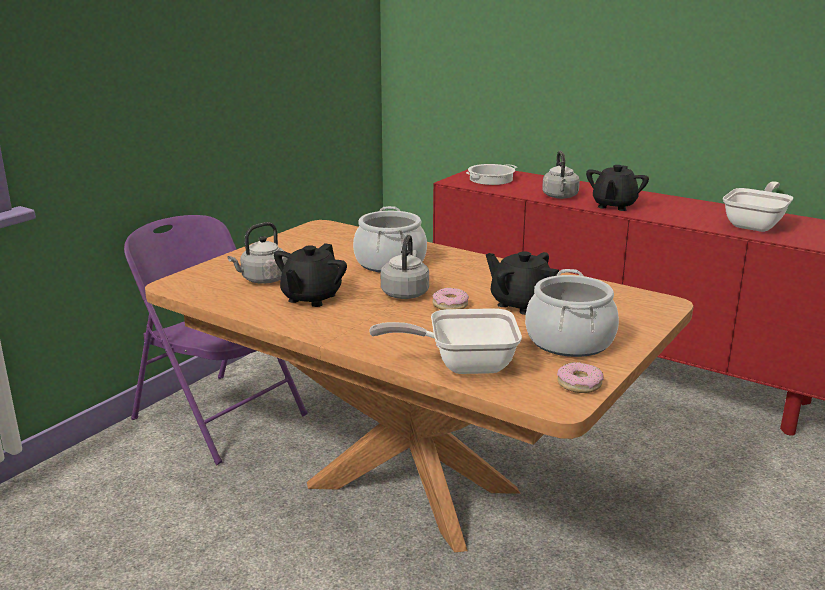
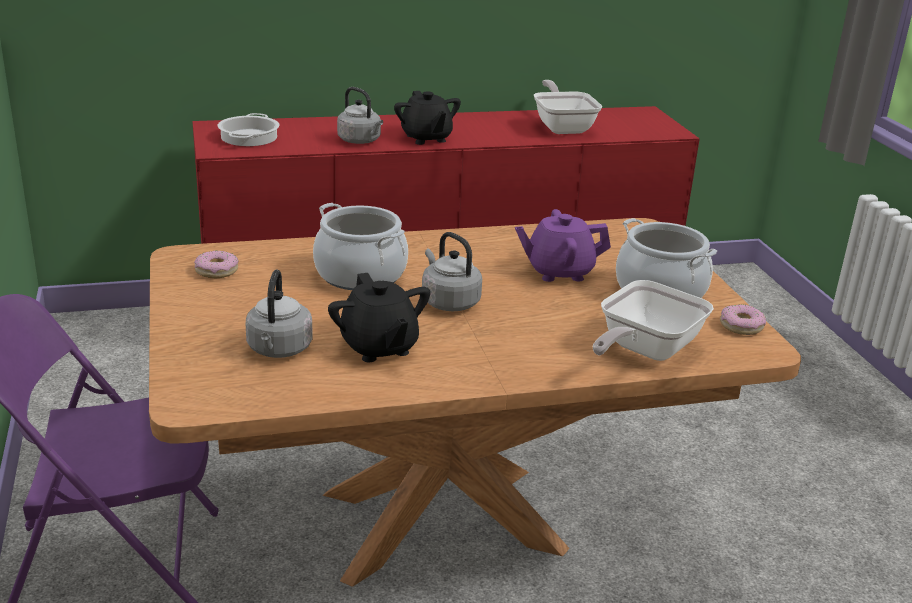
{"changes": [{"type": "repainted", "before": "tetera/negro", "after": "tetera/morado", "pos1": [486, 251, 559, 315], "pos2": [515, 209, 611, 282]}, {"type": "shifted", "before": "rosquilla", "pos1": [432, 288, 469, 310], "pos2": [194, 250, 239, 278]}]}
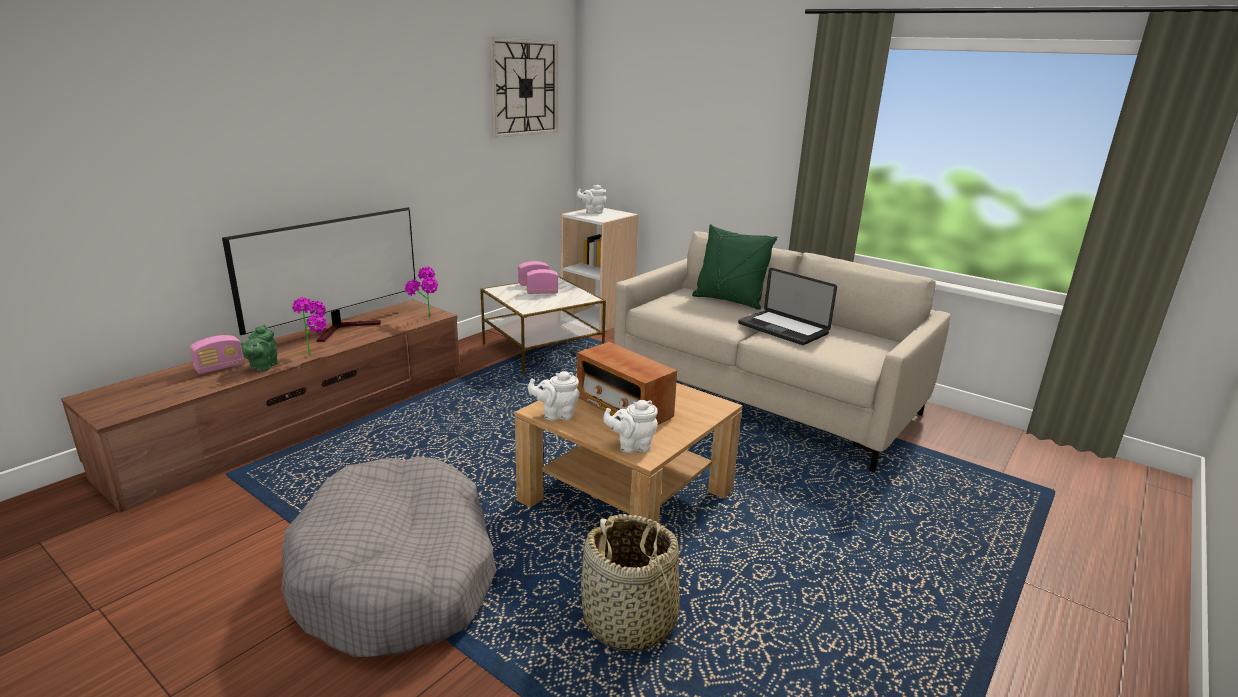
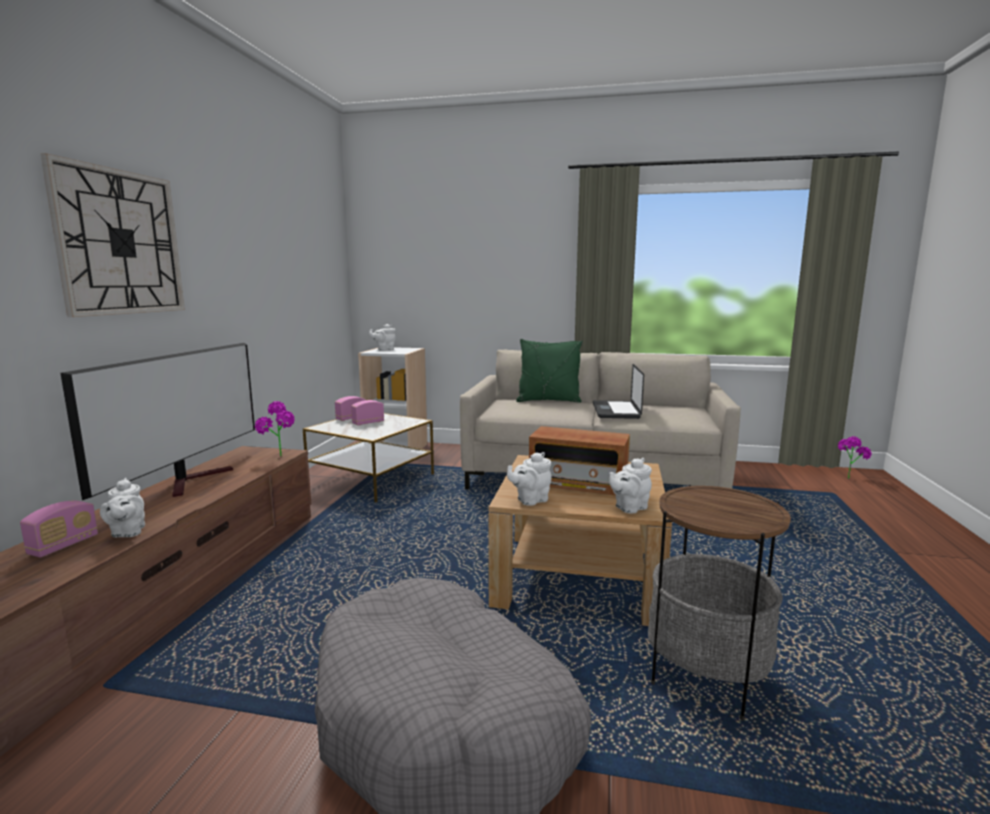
{"changes": [{"type": "shifted", "before": "reloj de pared", "pos1": [490, 37, 558, 138], "pos2": [41, 153, 185, 317]}, {"type": "rotated", "before": "portátil", "pos1": [738, 268, 837, 345], "pos2": [593, 364, 644, 419], "turn": 75}, {"type": "shifted", "before": "planta en maceta", "pos1": [292, 297, 327, 355], "pos2": [838, 436, 872, 479]}, {"type": "repainted", "before": "tetera/verde", "after": "tetera/blanco", "pos1": [240, 324, 278, 371], "pos2": [100, 478, 145, 537]}, {"type": "swapped", "before": "cesta", "after": "mesa auxiliar", "pos1": [581, 514, 680, 651], "pos2": [648, 485, 791, 721]}]}
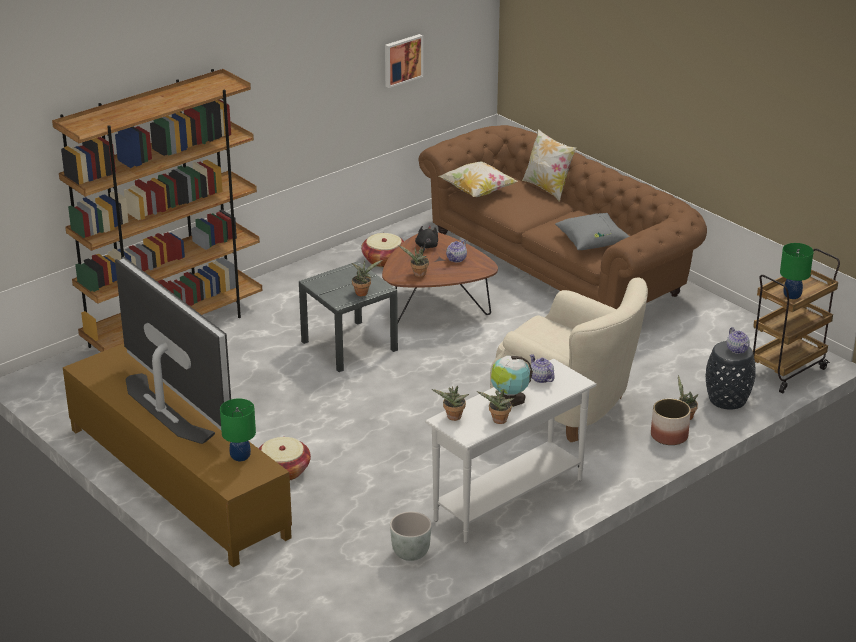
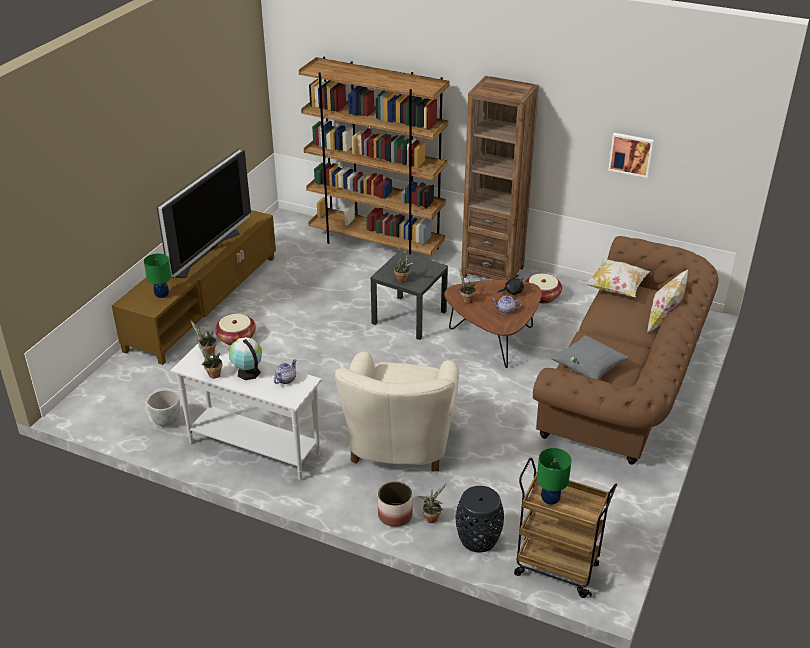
{"changes": [{"type": "gone", "before": "tetera", "pos1": [727, 327, 750, 354]}, {"type": "new", "after": "estantería/marrón", "pos2": [461, 76, 539, 280]}]}
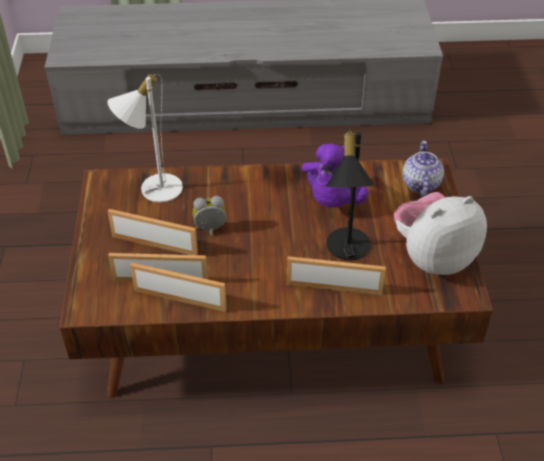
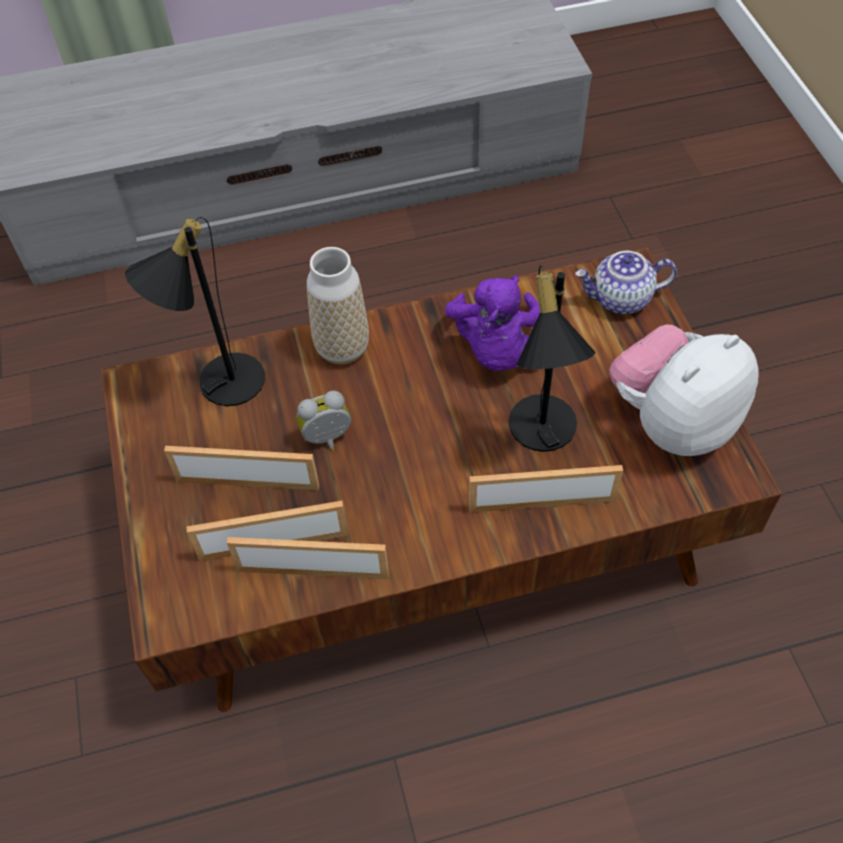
{"changes": [{"type": "repainted", "before": "lámpara de mesa/blanco", "after": "lámpara de mesa/negro", "pos1": [107, 74, 183, 202], "pos2": [125, 217, 265, 406]}, {"type": "rotated", "before": "tetera", "pos1": [402, 141, 444, 197], "pos2": [575, 251, 677, 314], "turn": -90}, {"type": "new", "after": "florero", "pos2": [307, 247, 369, 364]}]}
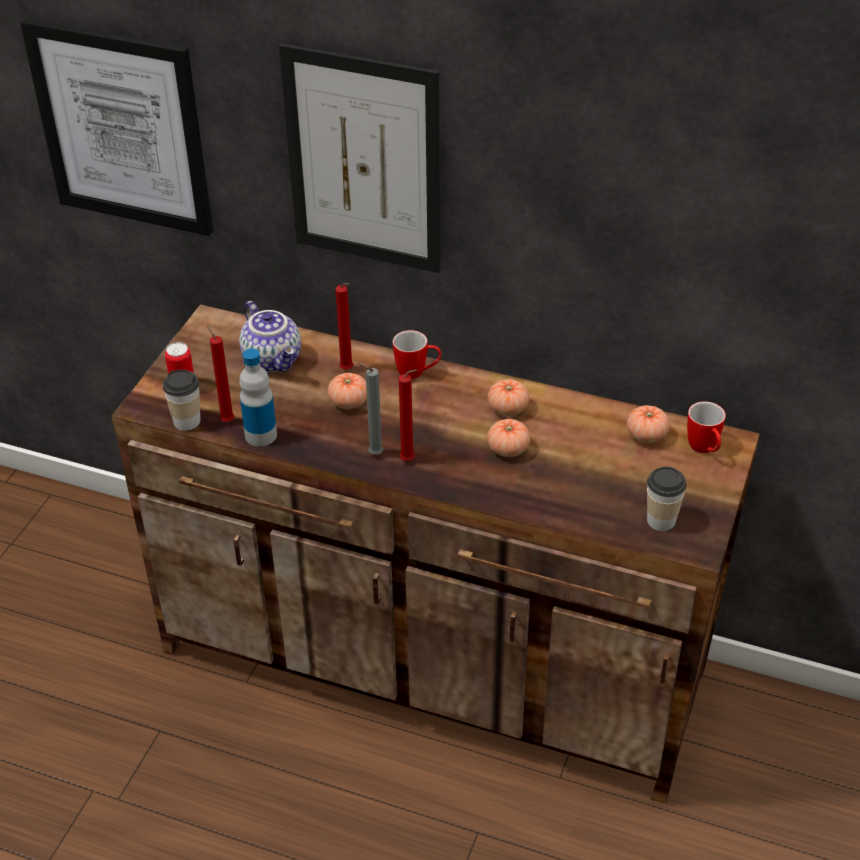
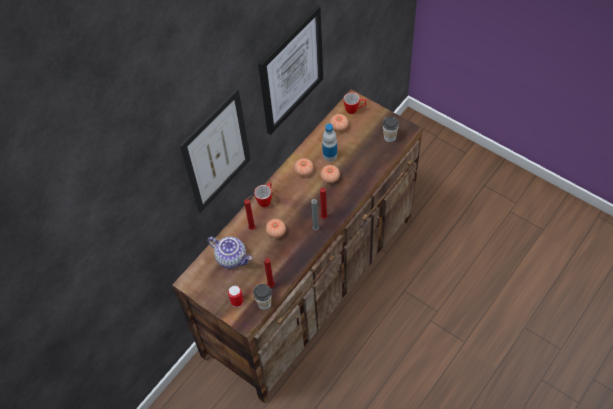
{"changes": [{"type": "shifted", "before": "cuadro", "pos1": [20, 18, 213, 236], "pos2": [258, 5, 323, 135]}, {"type": "rotated", "before": "tetera", "pos1": [239, 301, 301, 373], "pos2": [207, 237, 252, 269], "turn": 45}, {"type": "shifted", "before": "botella", "pos1": [239, 349, 277, 447], "pos2": [322, 124, 337, 162]}]}
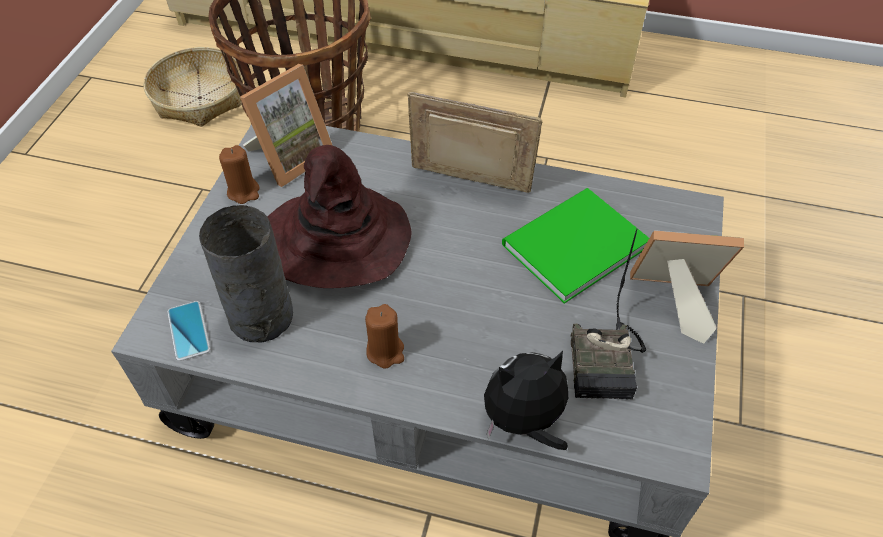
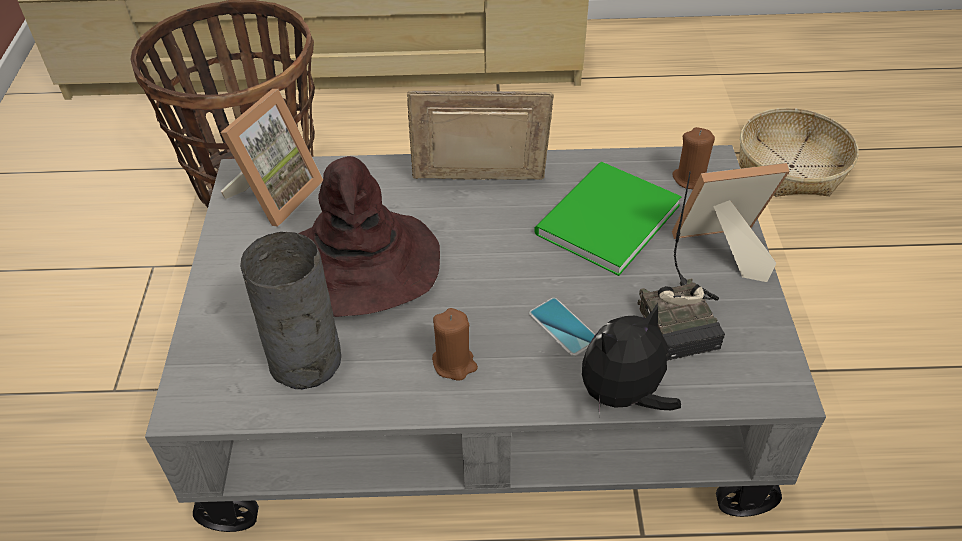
{"changes": [{"type": "shifted", "before": "cesta", "pos1": [143, 47, 243, 127], "pos2": [739, 108, 859, 197]}, {"type": "shifted", "before": "vela/marrón", "pos1": [219, 145, 260, 204], "pos2": [672, 127, 715, 189]}, {"type": "shifted", "before": "móvil", "pos1": [168, 301, 210, 361], "pos2": [529, 298, 596, 356]}]}
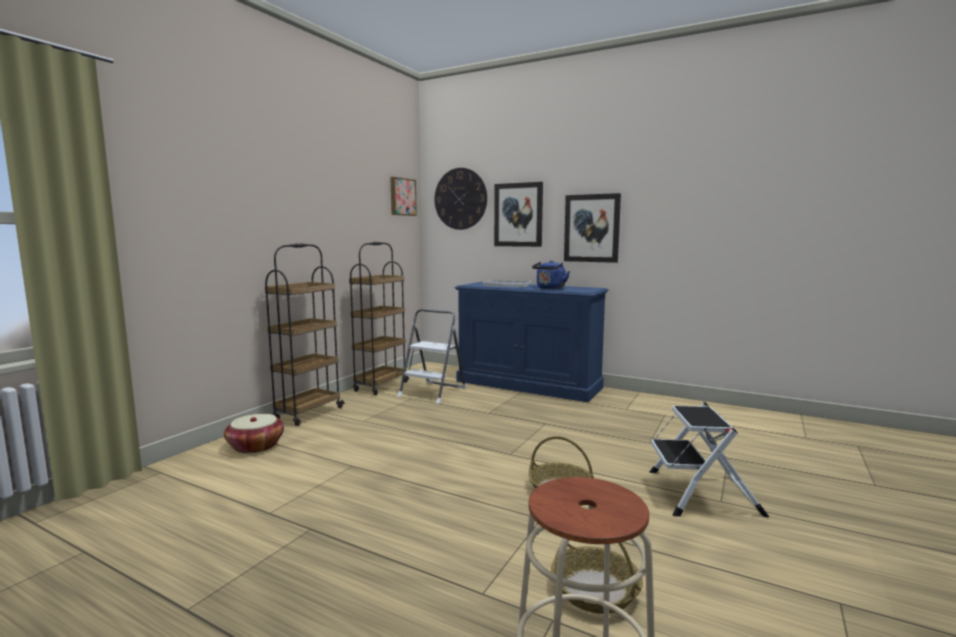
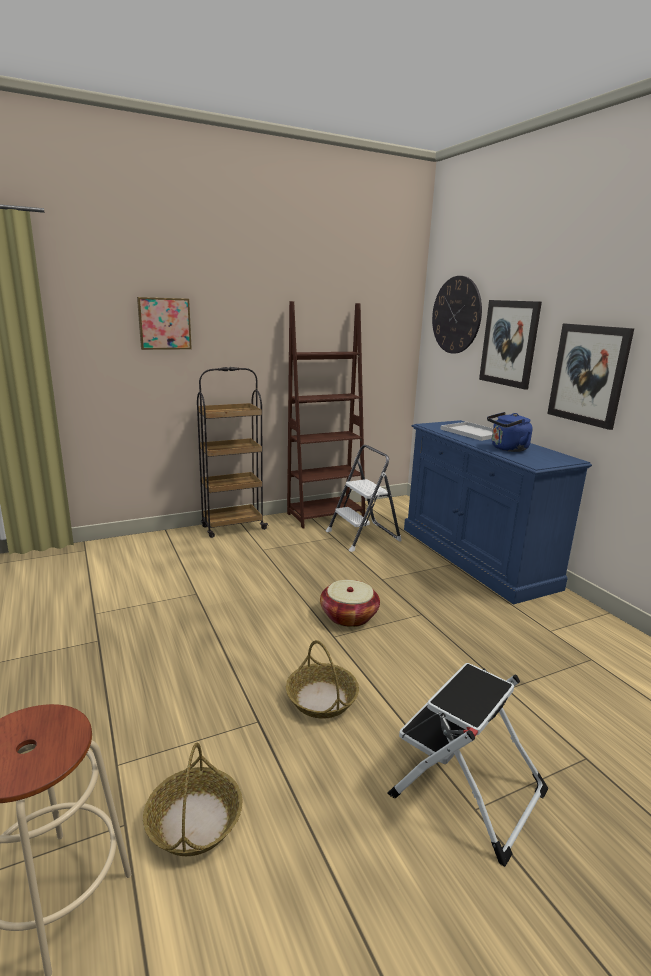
{"changes": [{"type": "shifted", "before": "cuadro", "pos1": [390, 177, 417, 216], "pos2": [137, 297, 192, 350]}, {"type": "swapped", "before": "carrito/marrón", "after": "estantería/marrón", "pos1": [349, 242, 409, 395], "pos2": [287, 301, 365, 528]}, {"type": "shifted", "before": "cesta", "pos1": [224, 414, 284, 454], "pos2": [320, 580, 380, 627]}]}
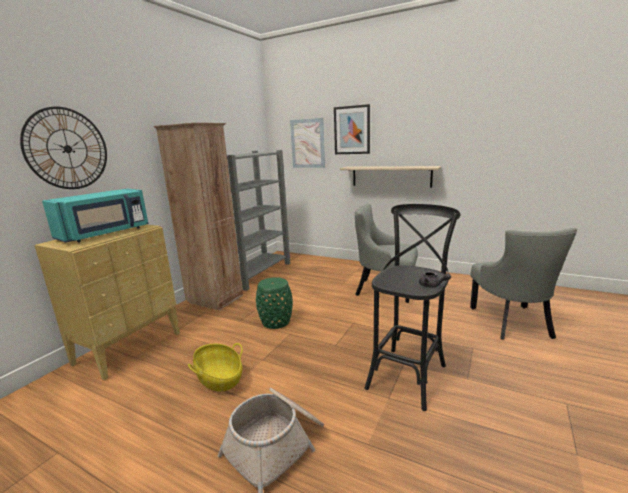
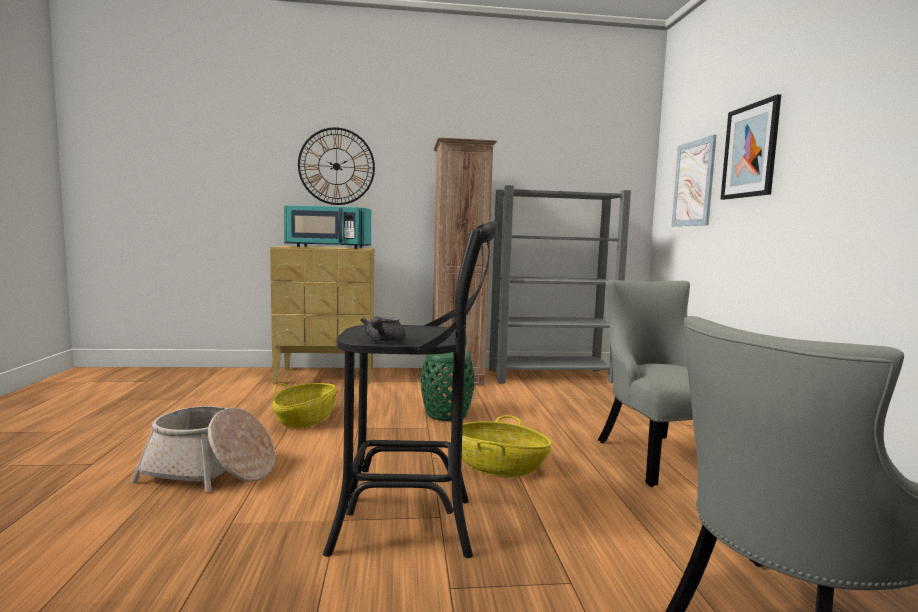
{"changes": [{"type": "gone", "before": "estante", "pos1": [340, 166, 441, 188]}, {"type": "new", "after": "cesta", "pos2": [462, 415, 552, 477]}]}
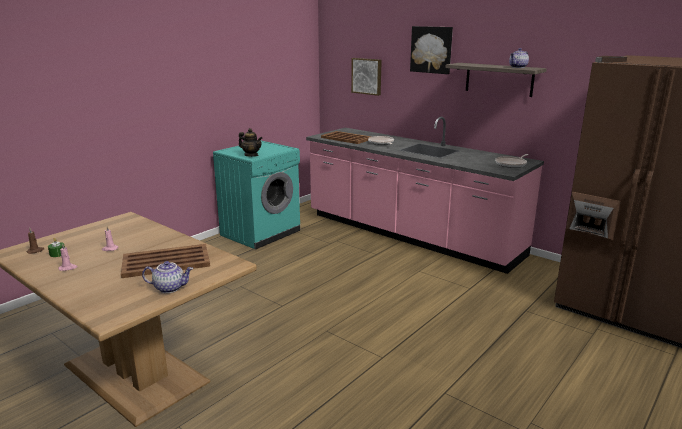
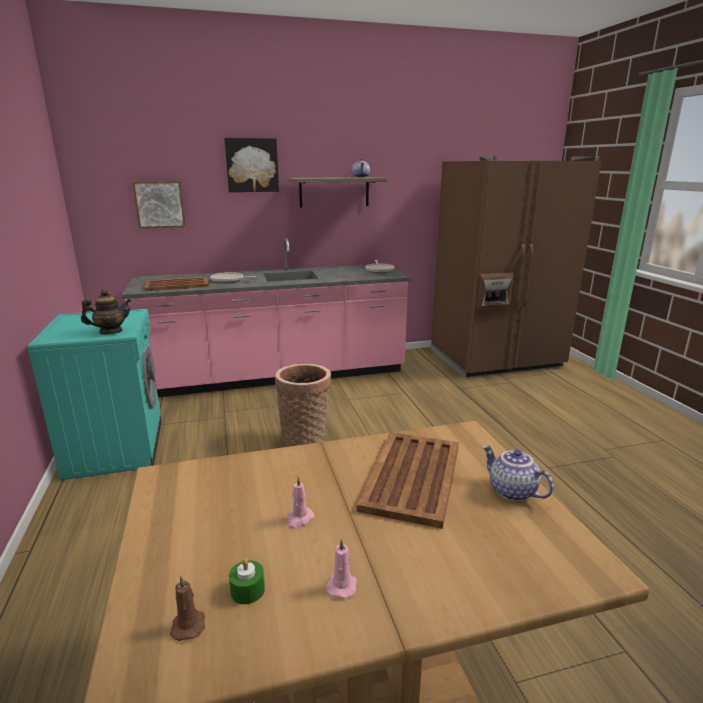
{"changes": [{"type": "rotated", "before": "tetera", "pos1": [142, 261, 193, 293], "pos2": [482, 445, 554, 501], "turn": -75}, {"type": "new", "after": "cesta", "pos2": [275, 364, 331, 447]}]}
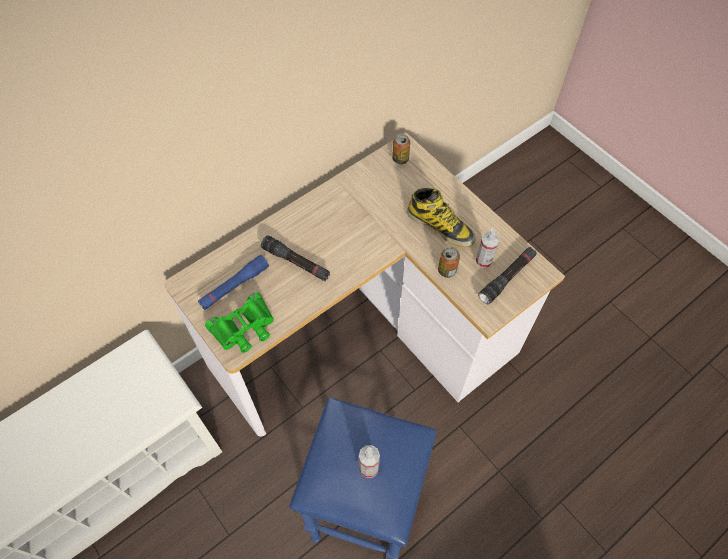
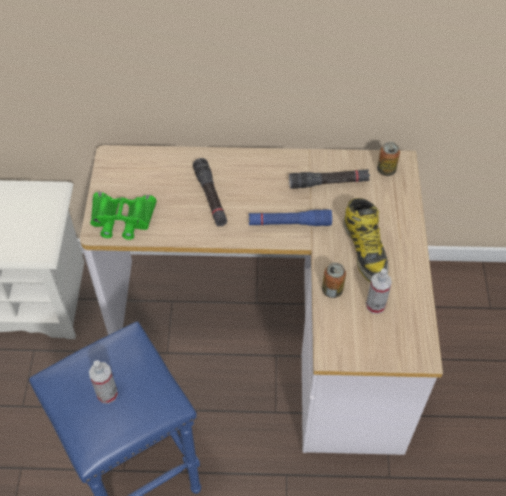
{"changes": [{"type": "shifted", "before": "linterna/negro", "pos1": [478, 247, 536, 304], "pos2": [289, 169, 370, 189]}, {"type": "shifted", "before": "linterna/azul", "pos1": [198, 255, 269, 310], "pos2": [249, 209, 332, 226]}]}
